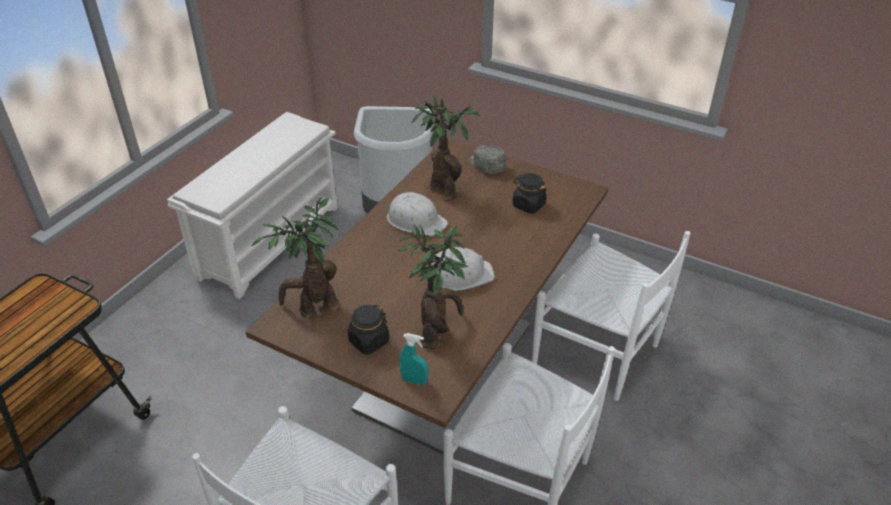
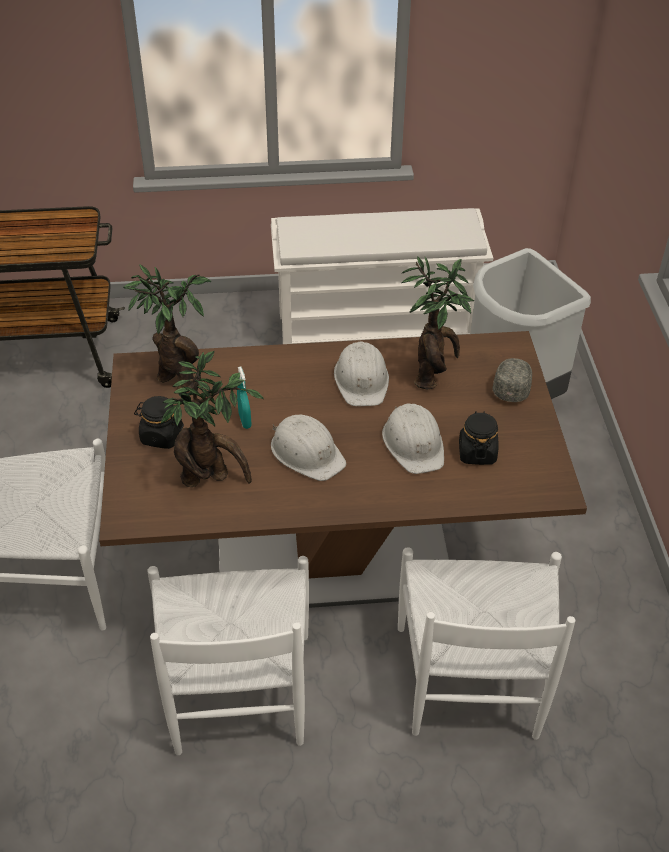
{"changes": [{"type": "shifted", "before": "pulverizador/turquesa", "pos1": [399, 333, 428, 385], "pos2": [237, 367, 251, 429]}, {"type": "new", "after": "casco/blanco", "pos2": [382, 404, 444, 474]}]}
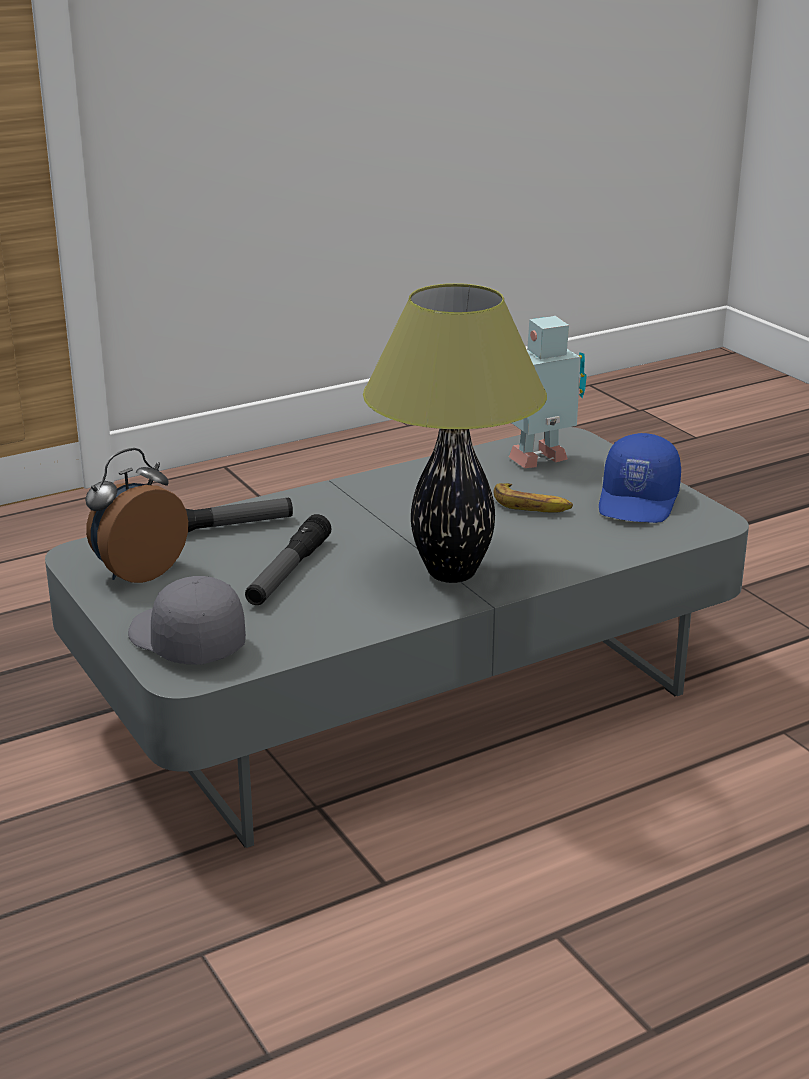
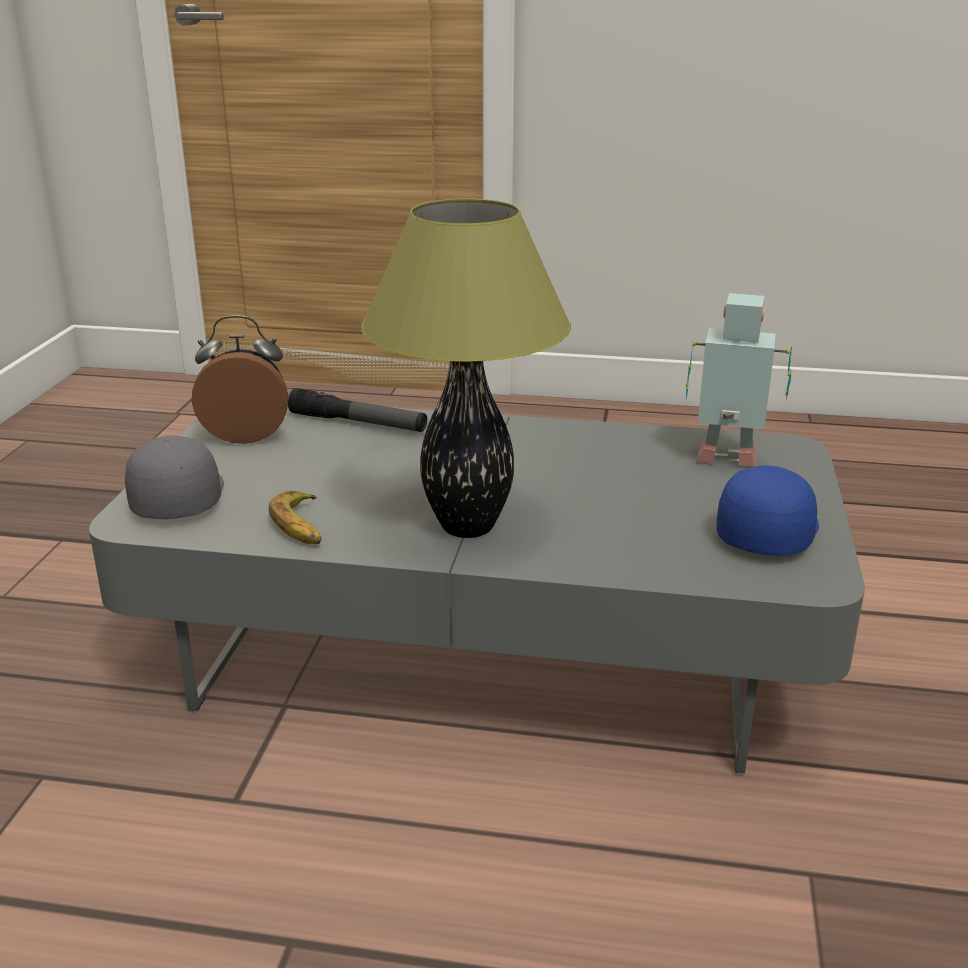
{"changes": [{"type": "rotated", "before": "gorra/azul", "pos1": [599, 433, 681, 523], "pos2": [716, 466, 819, 557], "turn": 150}, {"type": "shifted", "before": "plátano", "pos1": [494, 483, 573, 513], "pos2": [269, 490, 322, 544]}, {"type": "gone", "before": "linterna", "pos1": [245, 514, 332, 605]}]}
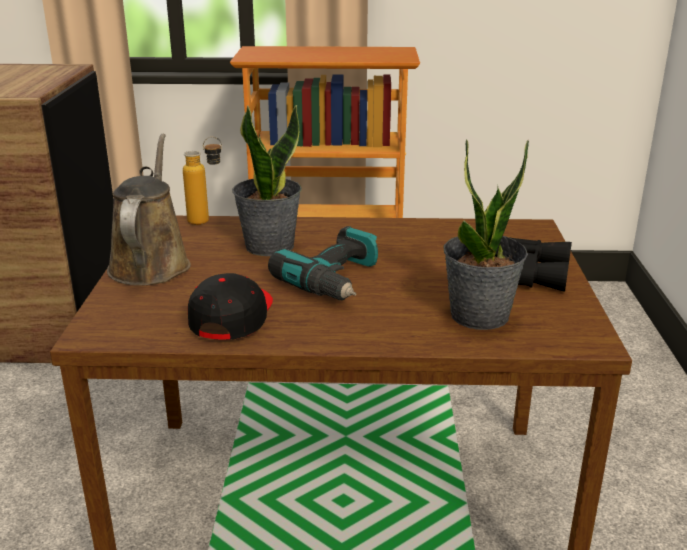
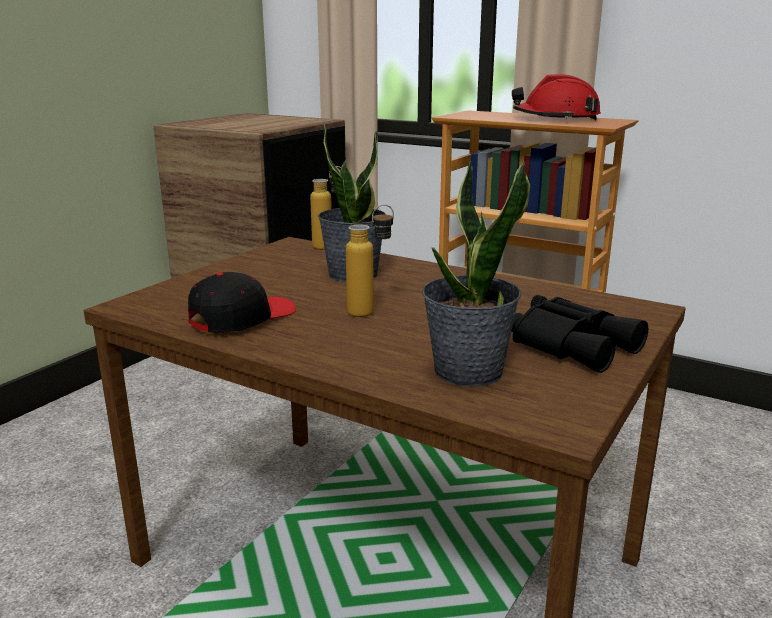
{"changes": [{"type": "gone", "before": "regadera/marrón", "pos1": [107, 134, 191, 286]}, {"type": "swapped", "before": "taladro", "after": "botella", "pos1": [268, 226, 378, 301], "pos2": [346, 204, 394, 317]}, {"type": "new", "after": "casco/rojo", "pos2": [512, 74, 601, 121]}]}
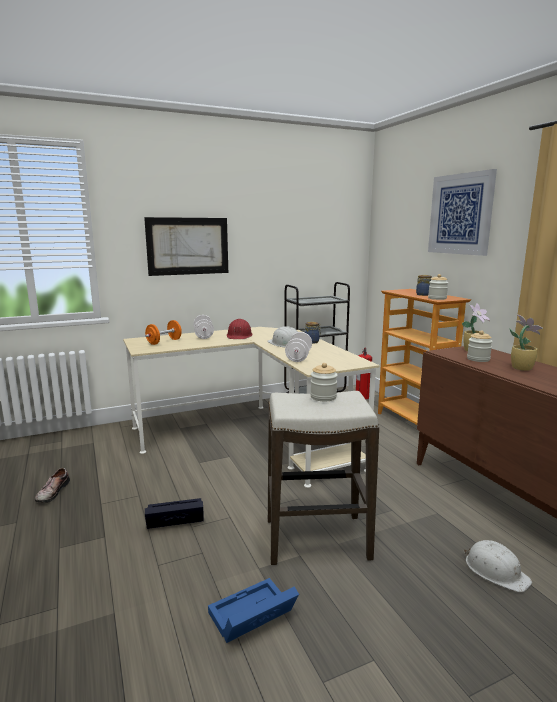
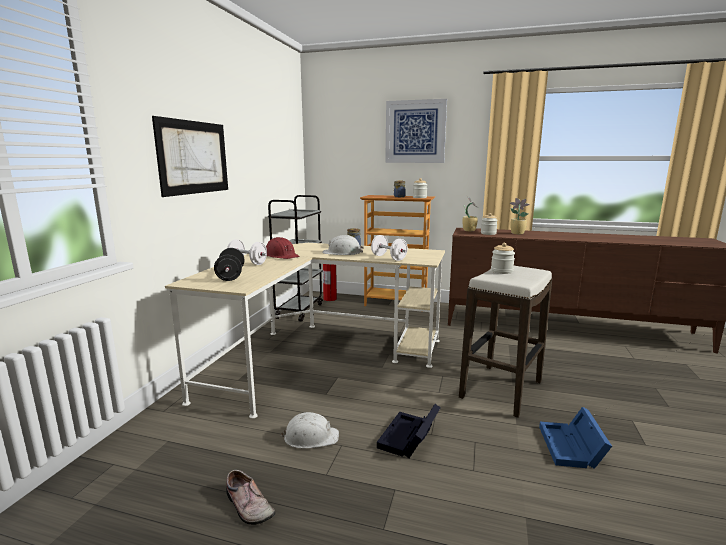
{"changes": [{"type": "repainted", "before": "mancuerna/naranja", "after": "mancuerna/negro", "pos1": [145, 320, 182, 345], "pos2": [214, 248, 245, 281]}, {"type": "shifted", "before": "casco/blanco", "pos1": [464, 540, 532, 592], "pos2": [280, 412, 339, 449]}]}
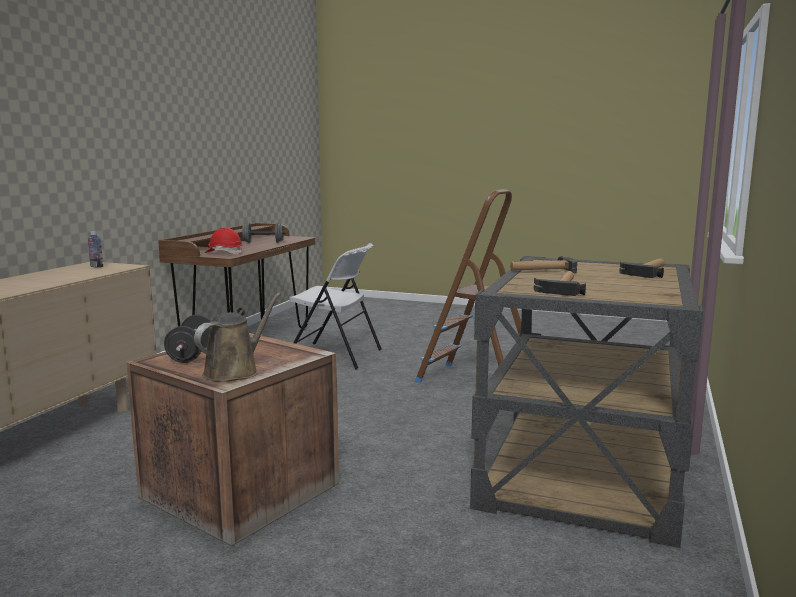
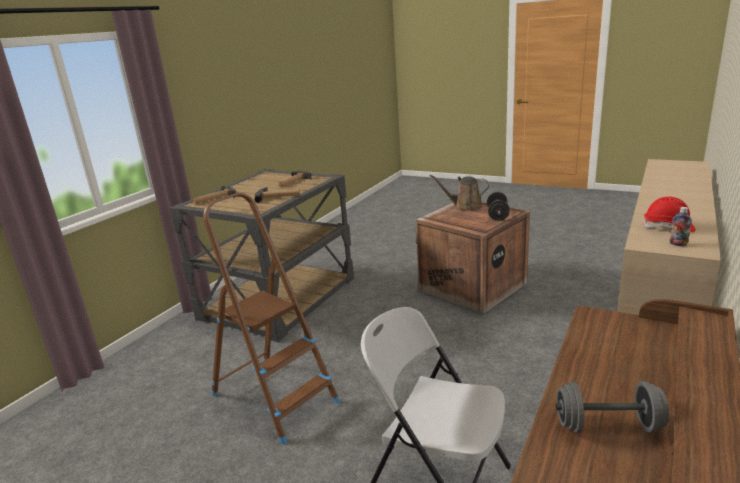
{"changes": [{"type": "shifted", "before": "casco/rojo", "pos1": [205, 227, 243, 254], "pos2": [642, 197, 696, 232]}, {"type": "rotated", "before": "regadera/marrón", "pos1": [194, 292, 281, 382], "pos2": [430, 175, 489, 211], "turn": 60}]}
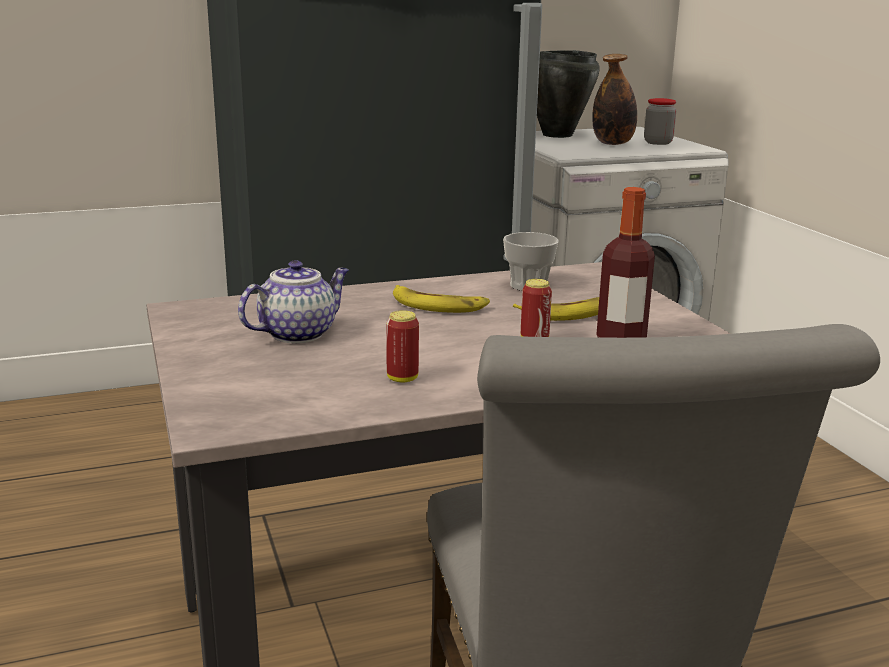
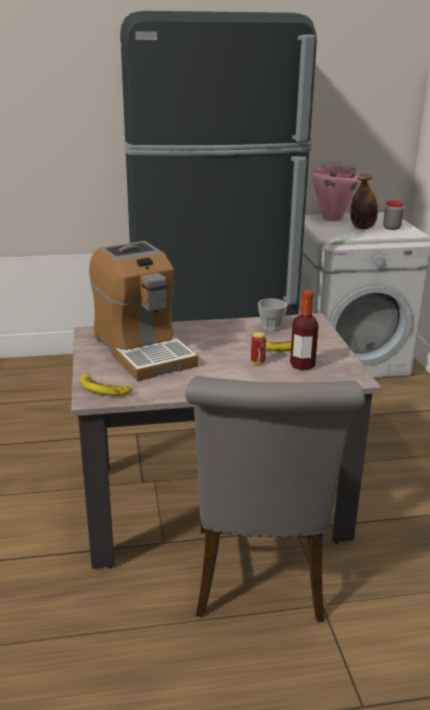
{"changes": [{"type": "repainted", "before": "olla/negro", "after": "olla/rosa", "pos1": [537, 50, 600, 138], "pos2": [313, 166, 359, 221]}, {"type": "swapped", "before": "tetera", "after": "cafetera", "pos1": [238, 260, 349, 343], "pos2": [89, 241, 198, 381]}, {"type": "shifted", "before": "plátano", "pos1": [393, 285, 490, 313], "pos2": [80, 372, 133, 396]}, {"type": "gone", "before": "lata", "pos1": [386, 310, 419, 383]}]}
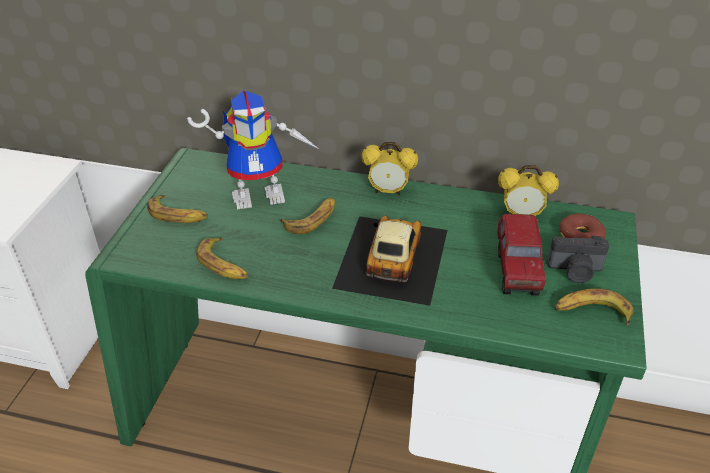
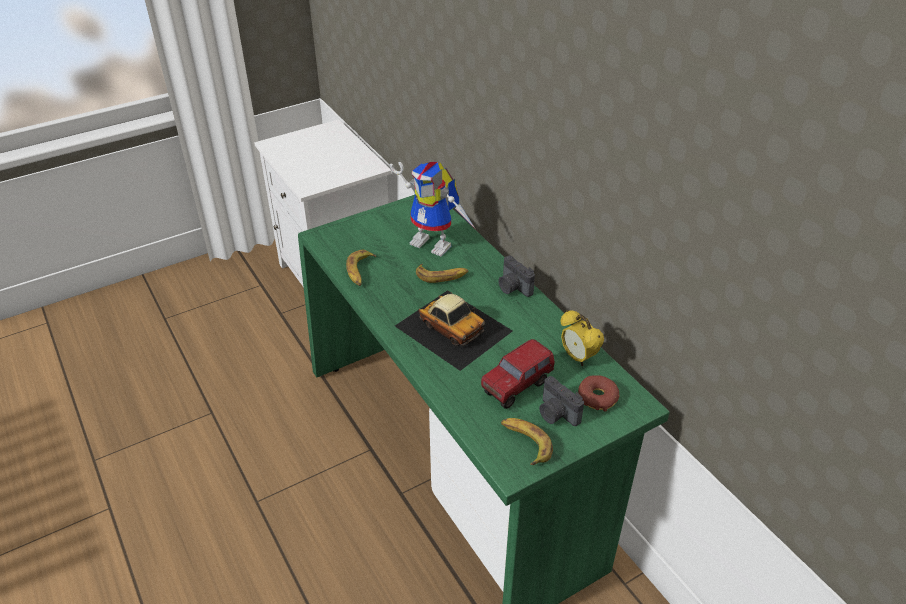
{"changes": [{"type": "swapped", "before": "despertador", "after": "cámara", "pos1": [361, 142, 418, 196], "pos2": [498, 255, 535, 297]}, {"type": "gone", "before": "plátano", "pos1": [147, 195, 208, 223]}, {"type": "rotated", "before": "coche de juguete", "pos1": [332, 215, 447, 306], "pos2": [395, 290, 512, 371], "turn": 75}]}
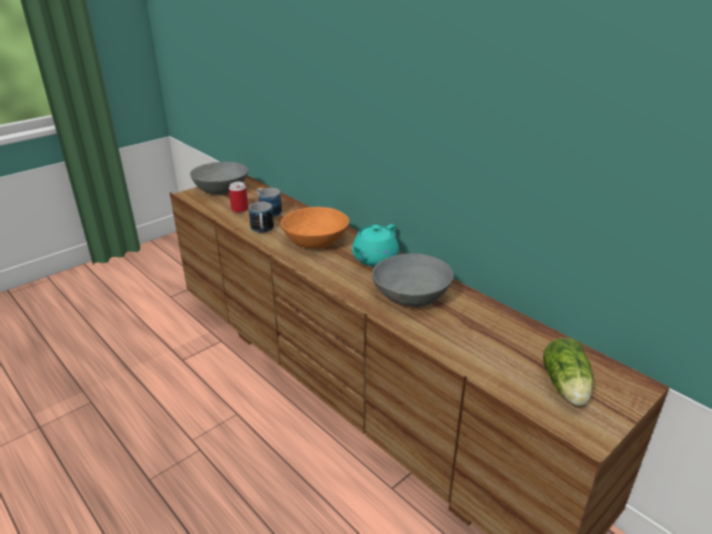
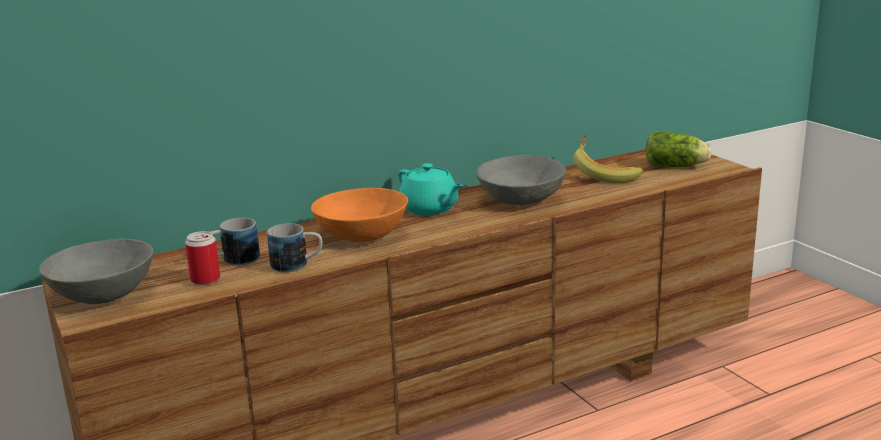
{"changes": [{"type": "new", "after": "plátano", "pos2": [573, 135, 643, 183]}]}
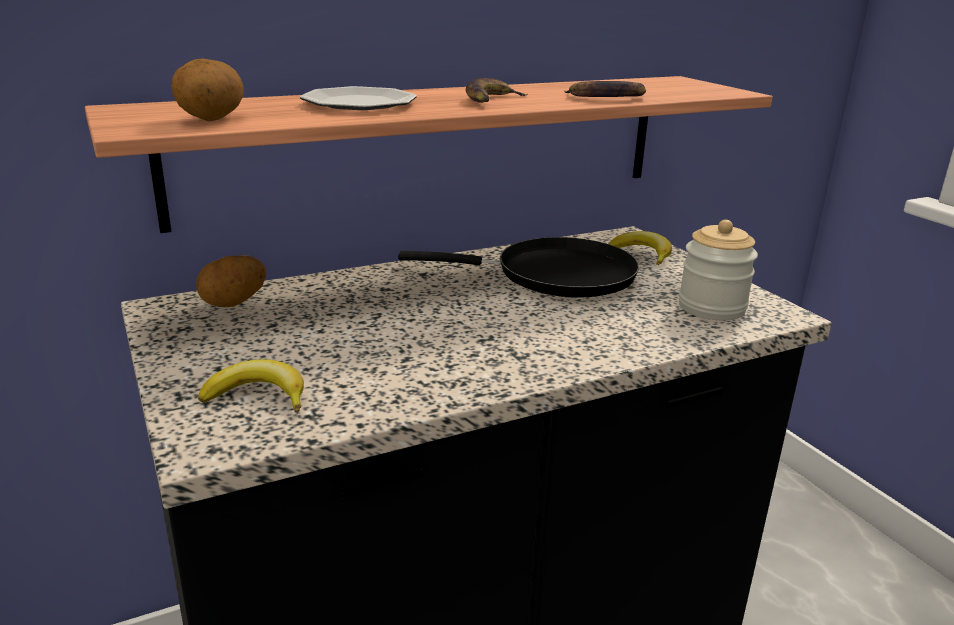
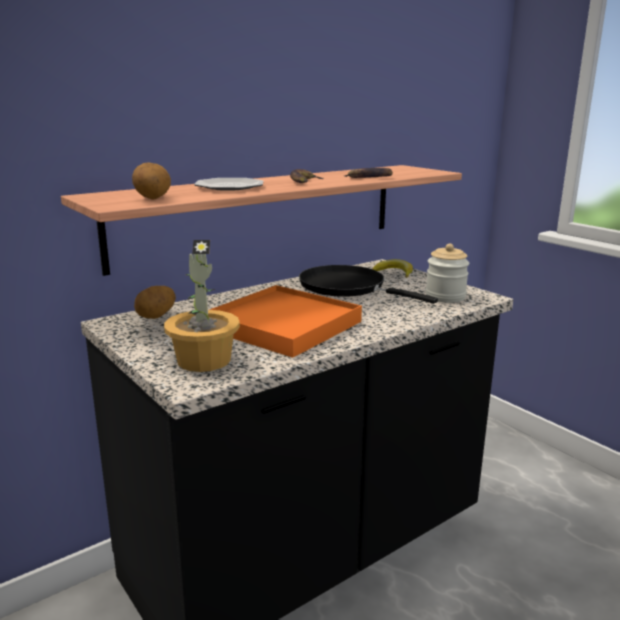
{"changes": [{"type": "rotated", "before": "sartén/negro", "pos1": [398, 237, 639, 298], "pos2": [299, 265, 438, 304], "turn": -135}, {"type": "swapped", "before": "plátano", "after": "planta en maceta", "pos1": [198, 359, 304, 412], "pos2": [164, 240, 240, 372]}, {"type": "new", "after": "bandeja/naranja", "pos2": [210, 285, 362, 358]}]}
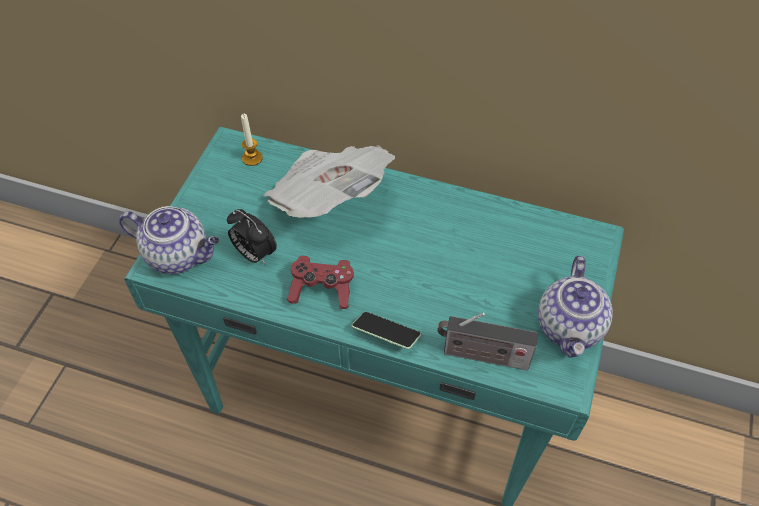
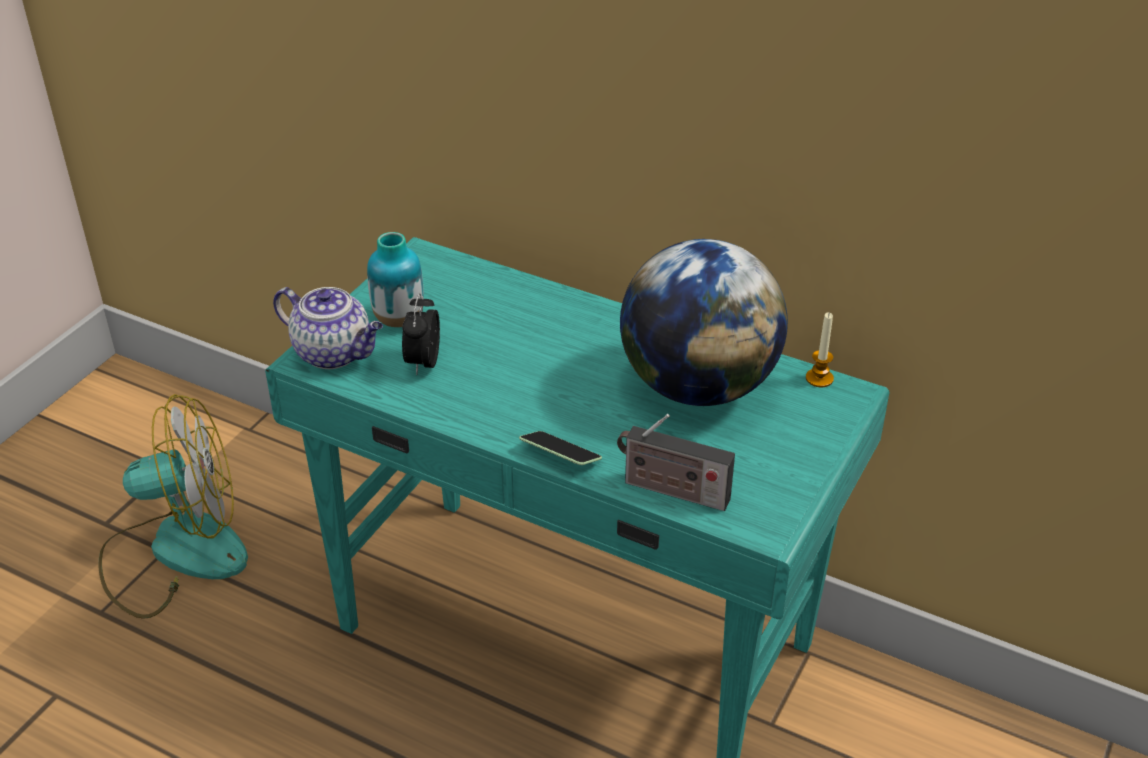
{"changes": [{"type": "shifted", "before": "vela", "pos1": [241, 114, 263, 166], "pos2": [806, 312, 834, 387]}, {"type": "gone", "before": "periódico", "pos1": [263, 145, 395, 218]}, {"type": "rotated", "before": "despertador", "pos1": [227, 209, 277, 265], "pos2": [402, 293, 440, 375], "turn": 45}, {"type": "gone", "before": "mando de consola/rojo", "pos1": [287, 256, 354, 309]}, {"type": "gone", "before": "tetera", "pos1": [538, 256, 613, 358]}, {"type": "new", "after": "florero", "pos2": [367, 232, 424, 327]}, {"type": "new", "after": "globo terráqueo", "pos2": [620, 239, 788, 406]}, {"type": "new", "after": "ventilador", "pos2": [99, 394, 248, 619]}]}
